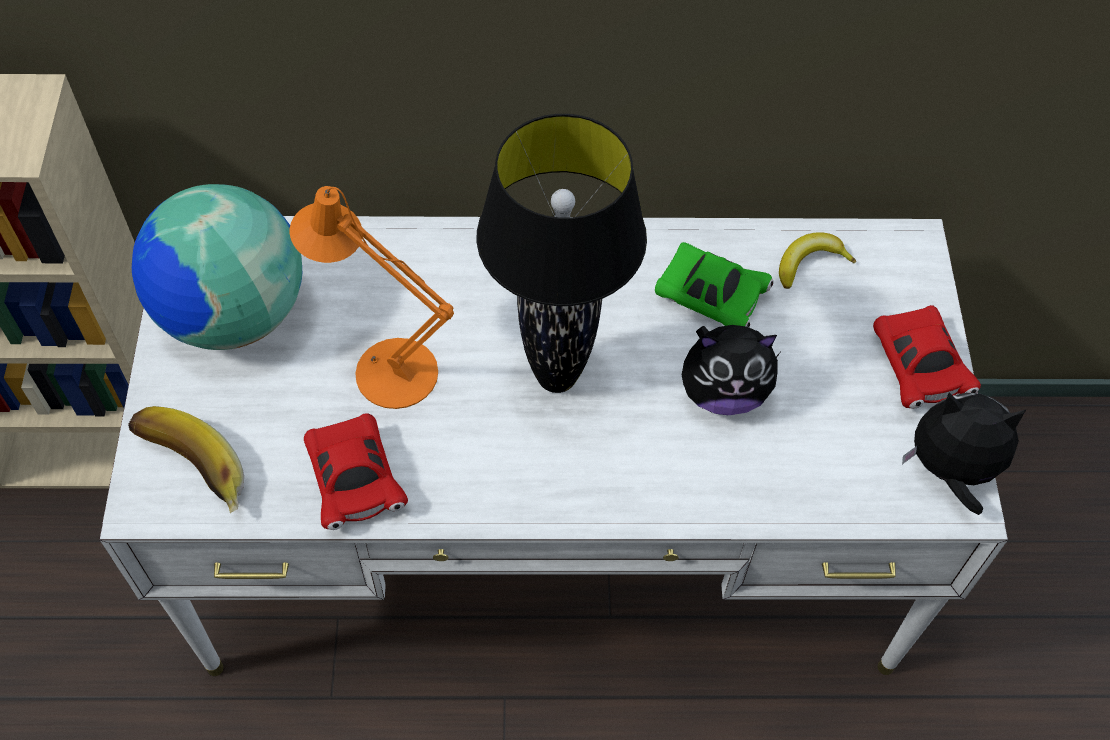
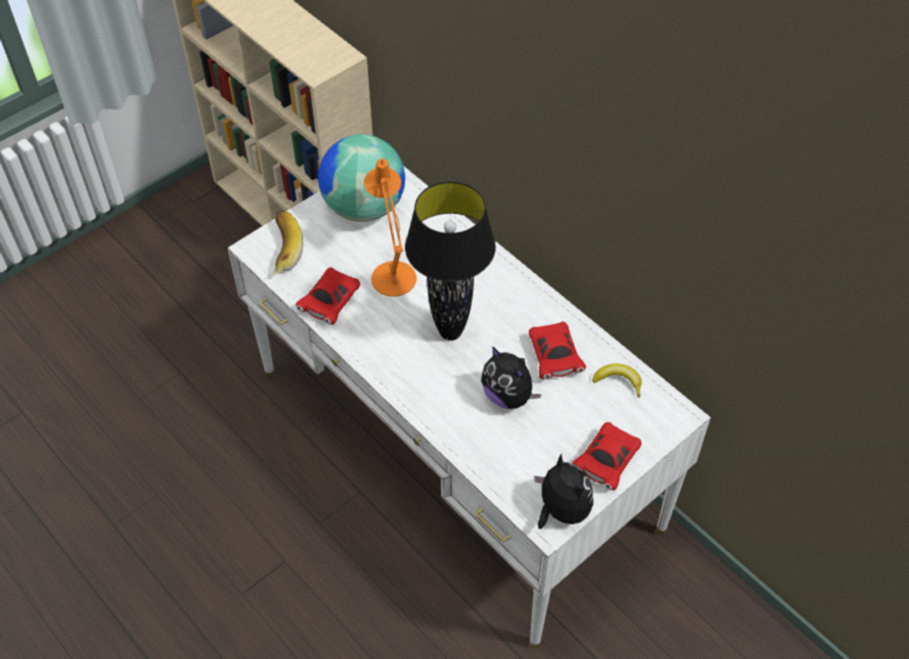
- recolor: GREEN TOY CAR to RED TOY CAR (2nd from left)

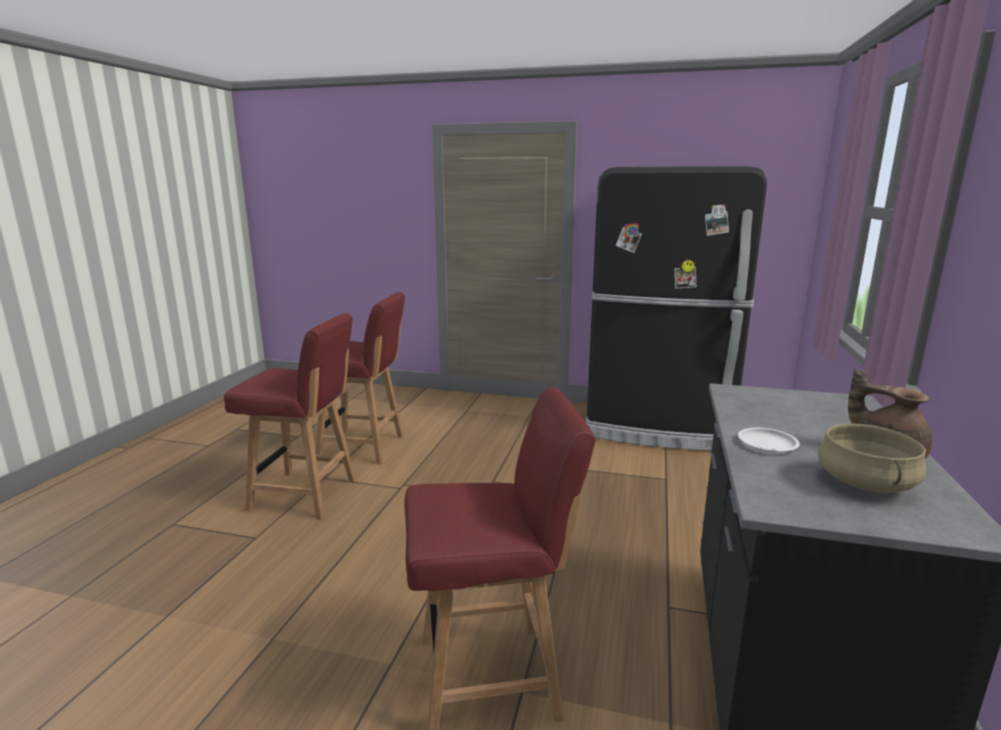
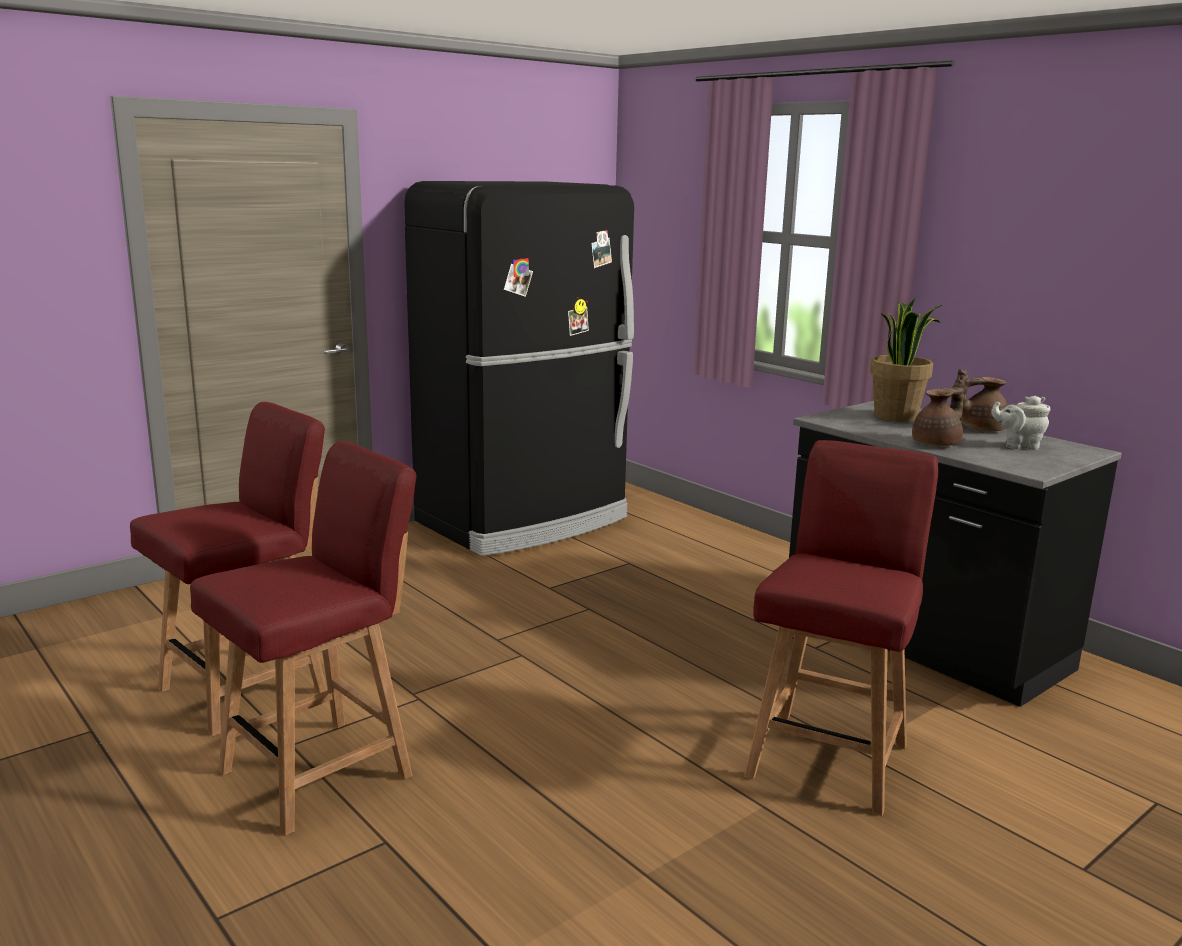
- replace: BEIGE COOKING POT to GREY TEAPOT
- replace: WHITE PLATE to BROWN TEAPOT (1st from left)
- insert: POTTED PLANT

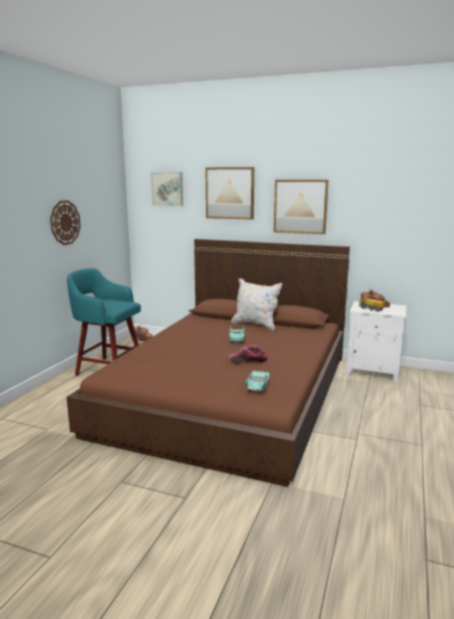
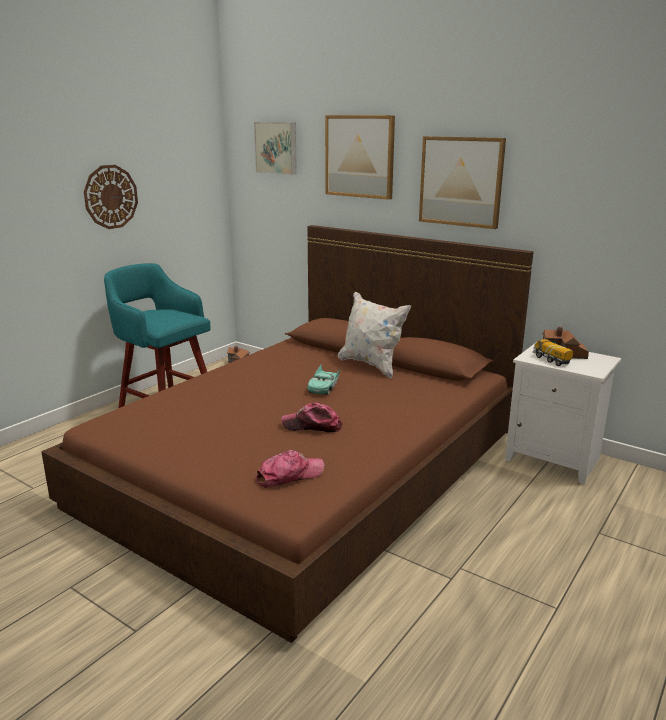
- replace: TURQUOISE TOY CAR (2nd from left) to CAP (1st from left)

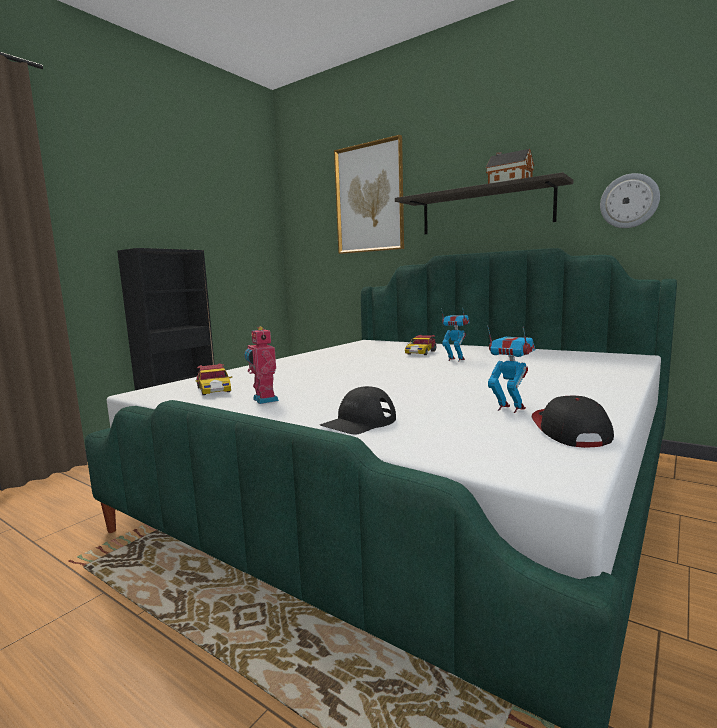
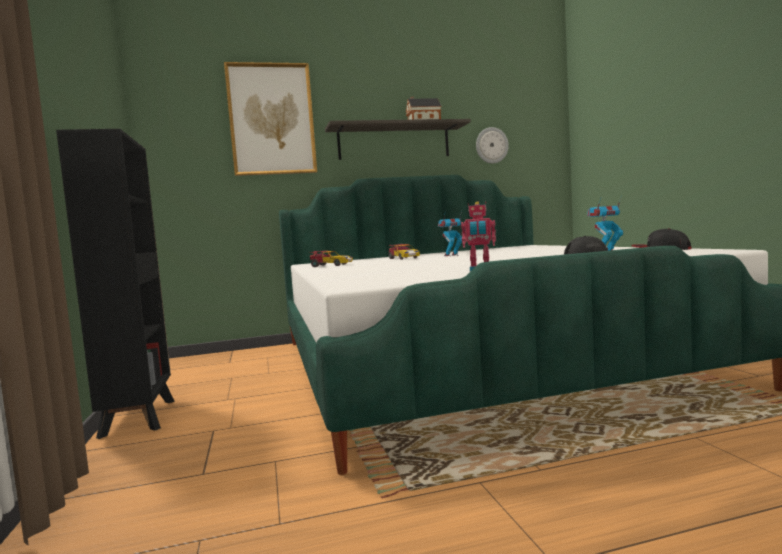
- move: TOY CAR (1st from left)

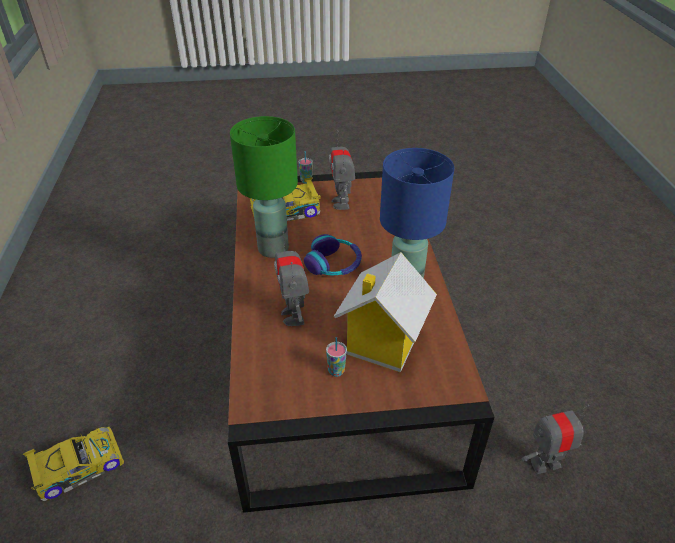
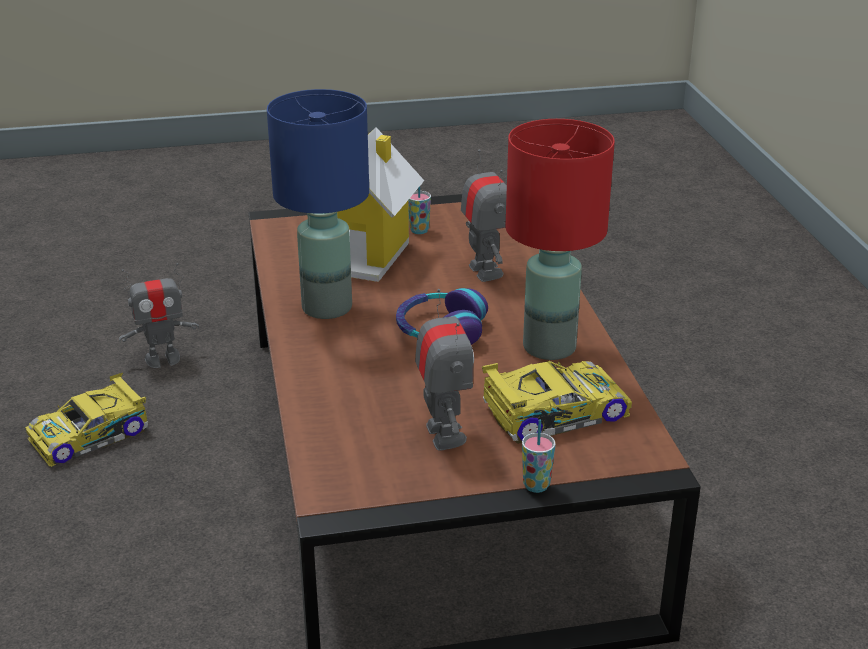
- recolor: GREEN TABLE LAMP to RED TABLE LAMP
- move: TOY CAR (1st from left)

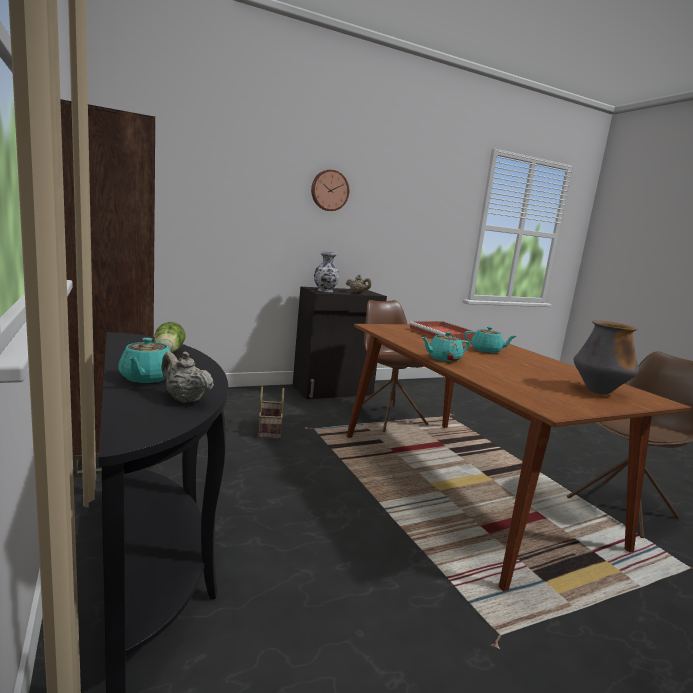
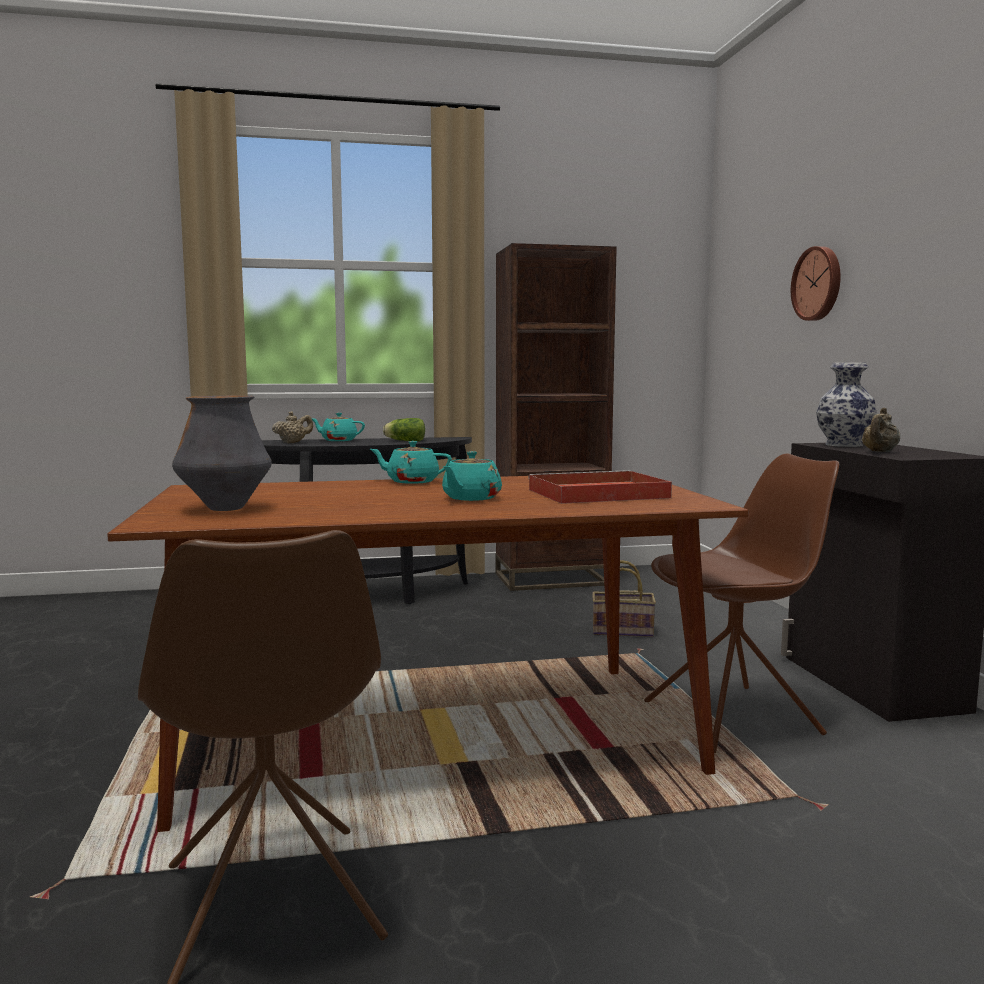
- move: WALL CLOCK
- rotate: TURQUOISE TEAPOT (2nd from left) 75 degrees counterclockwise

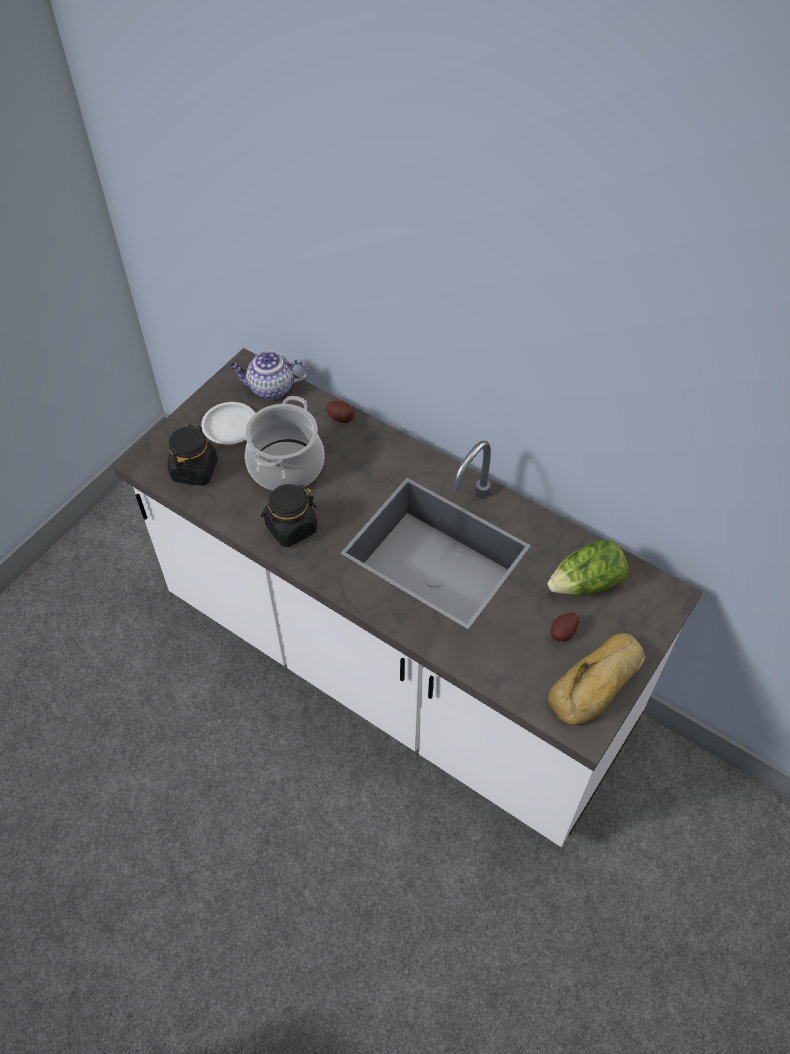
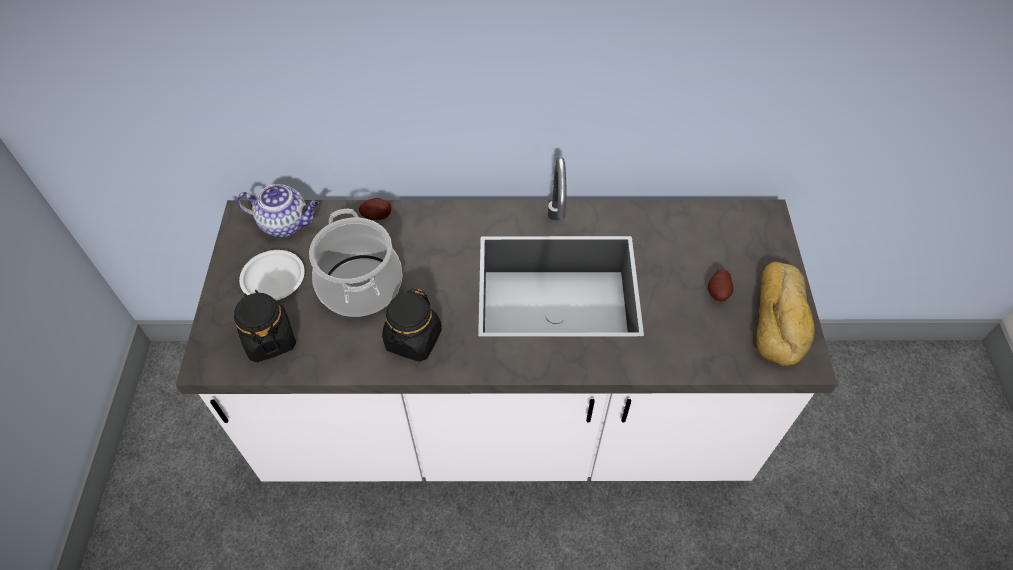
- rotate: TEAPOT 135 degrees counterclockwise
- delete: LETTUCE

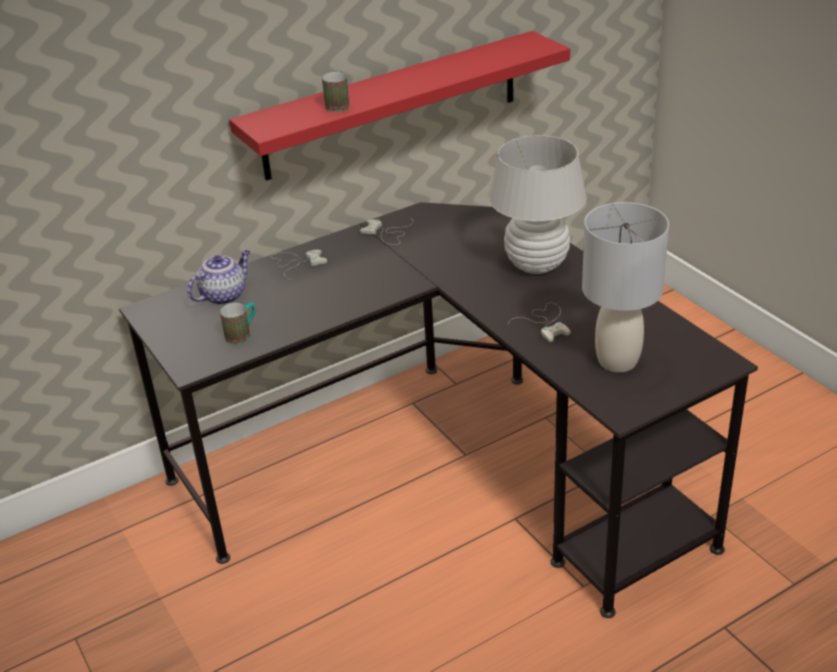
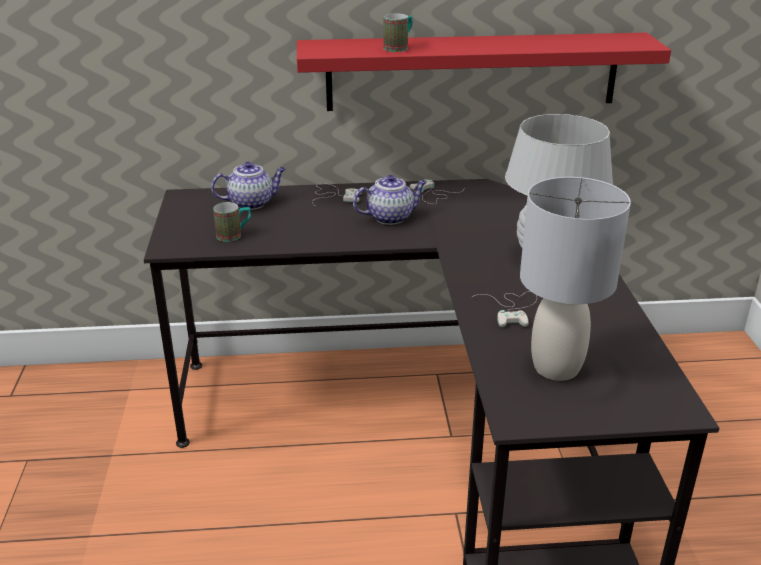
- insert: TEAPOT (2nd from left)

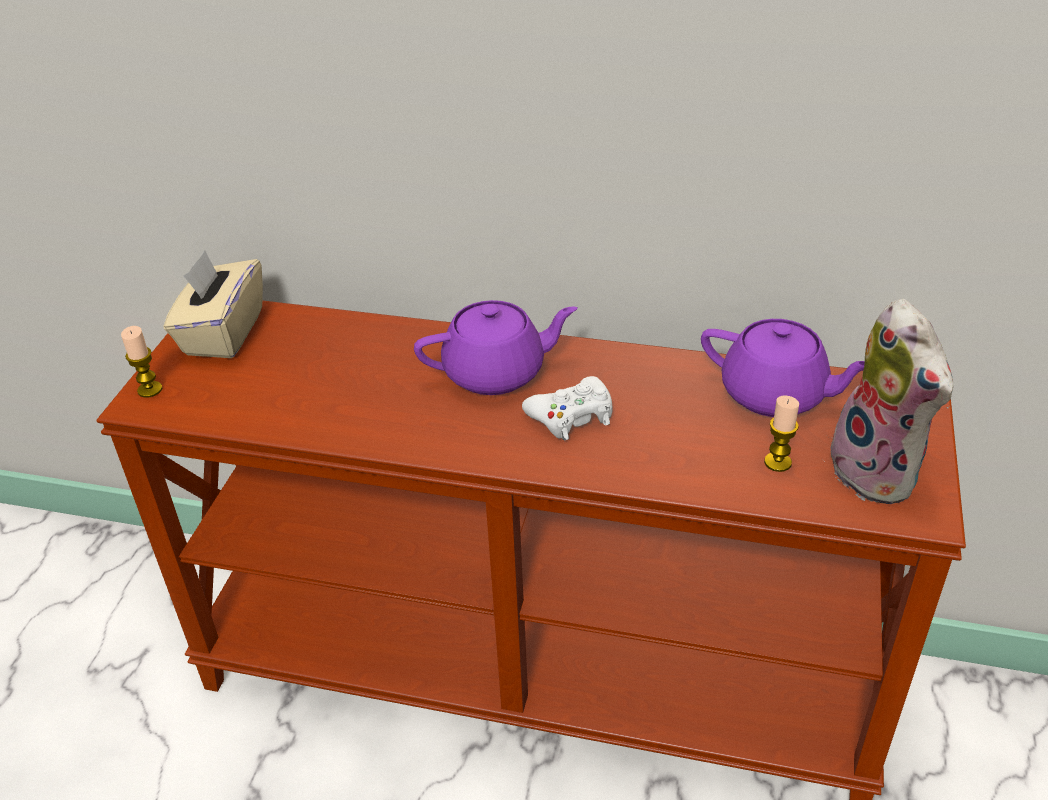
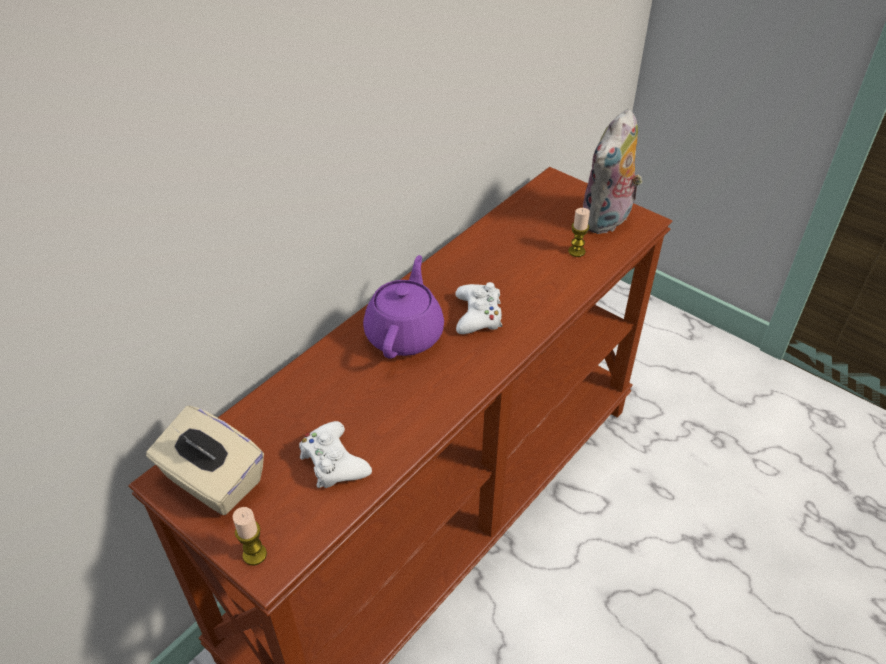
- rotate: PLUSH TOY 120 degrees clockwise
- delete: PURPLE TEAPOT (2nd from left)
- insert: WHITE GAME CONTROLLER (1st from left)

